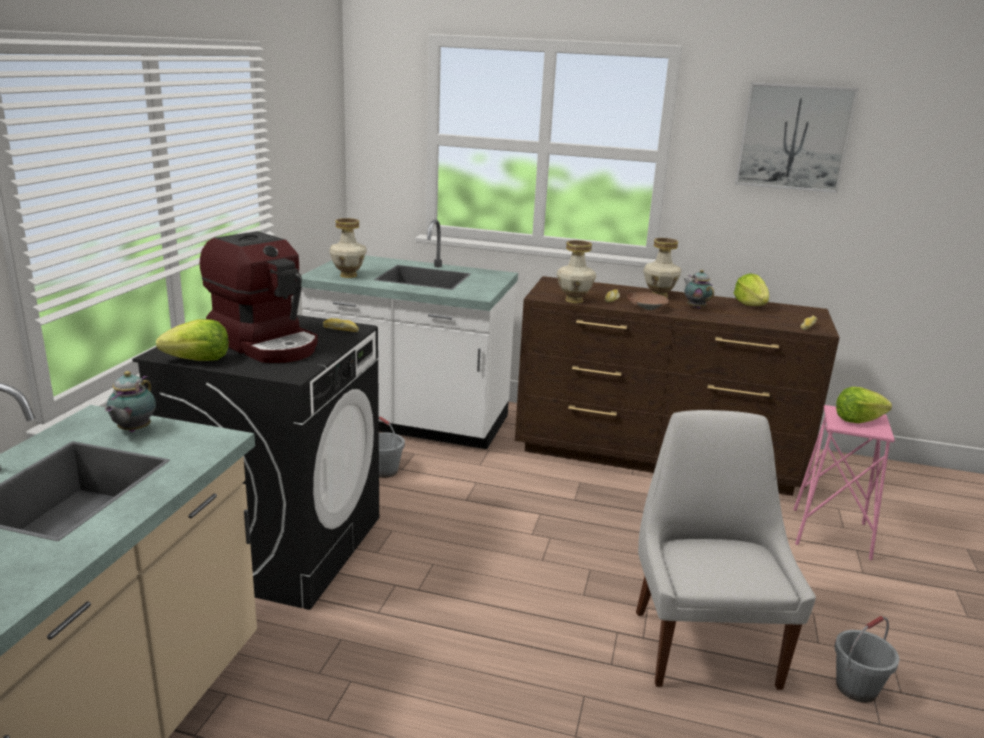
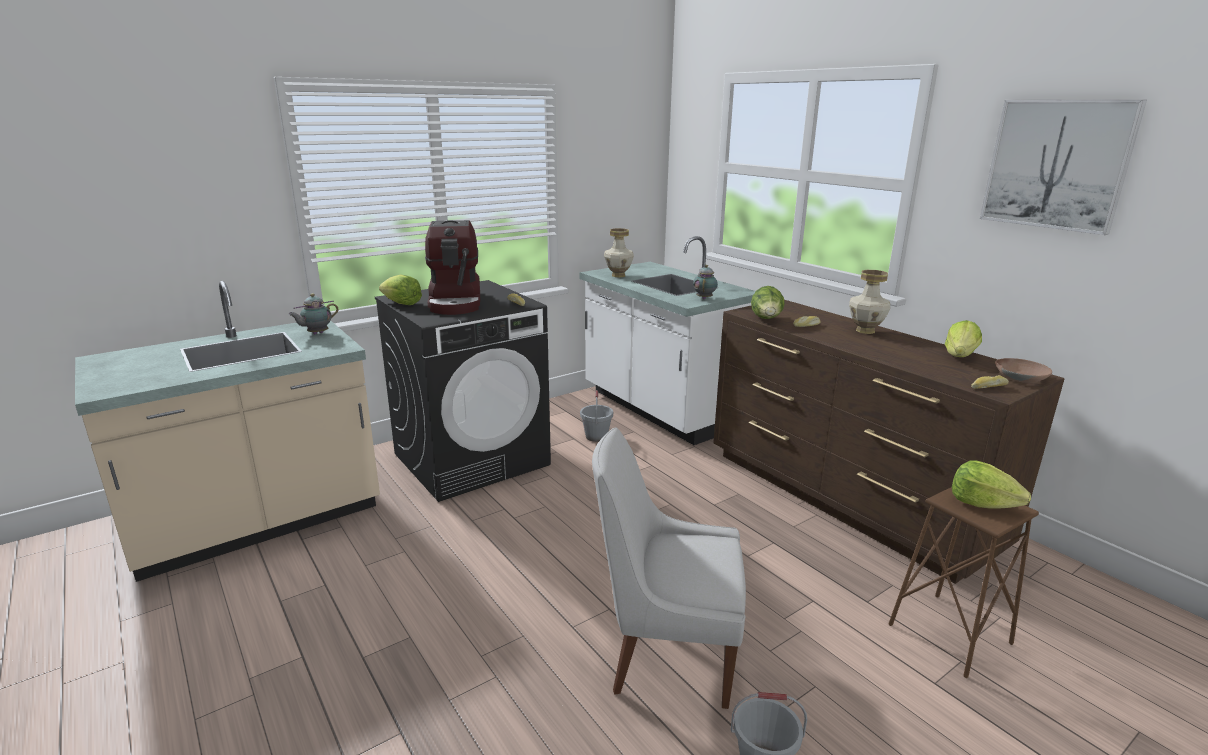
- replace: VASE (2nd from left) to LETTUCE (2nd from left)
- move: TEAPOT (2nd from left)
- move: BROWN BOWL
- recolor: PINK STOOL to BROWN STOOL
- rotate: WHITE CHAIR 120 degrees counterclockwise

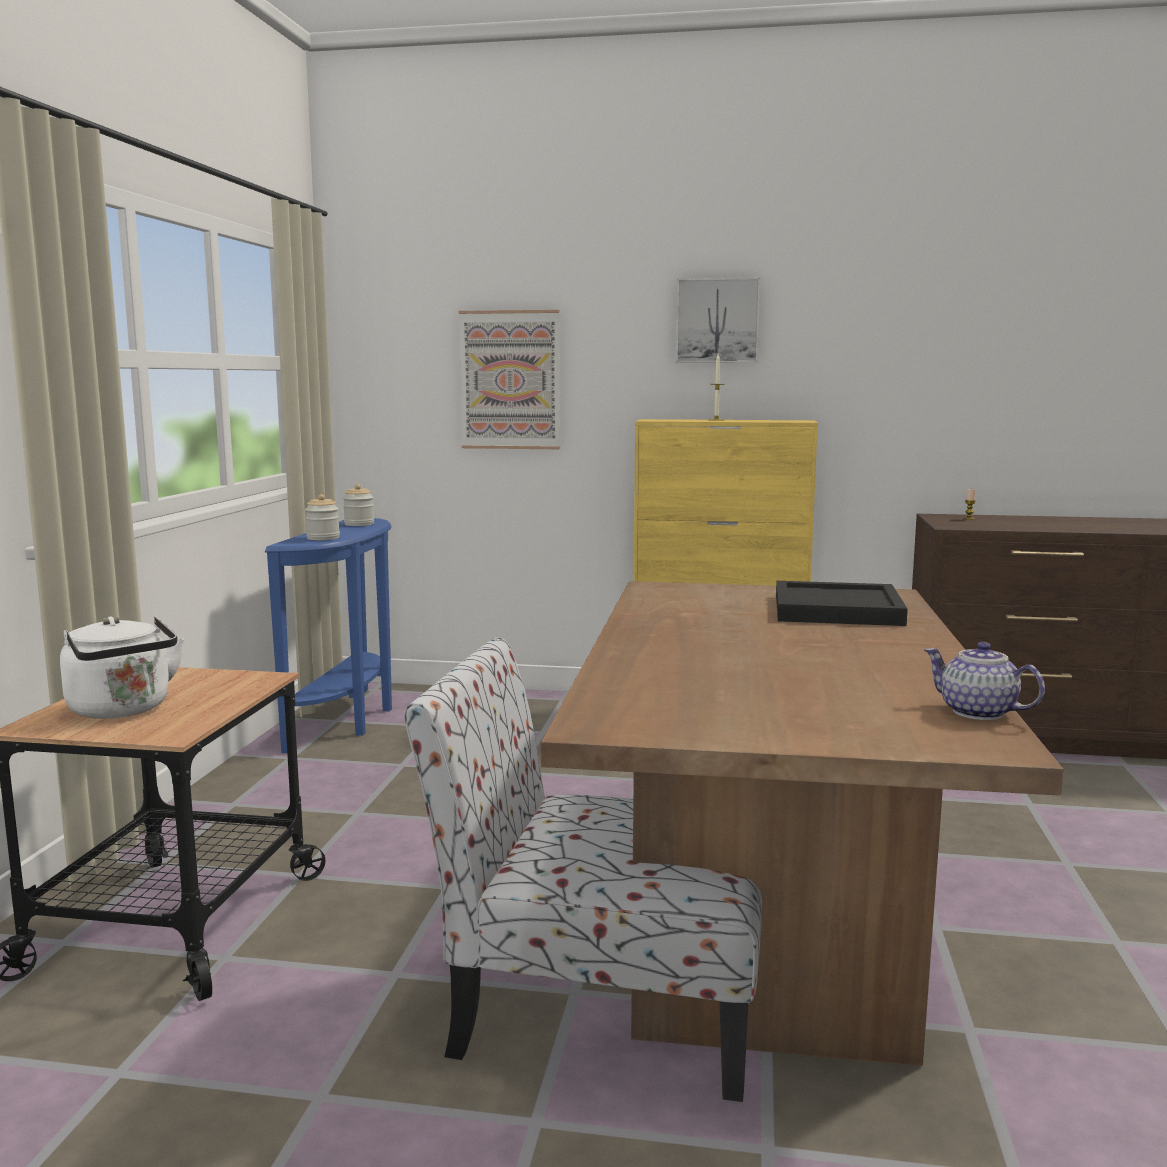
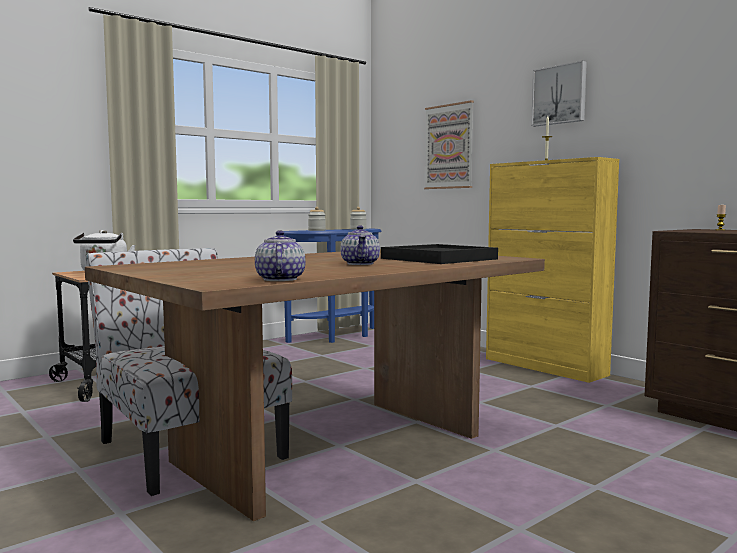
- insert: TEAPOT (2nd from left)

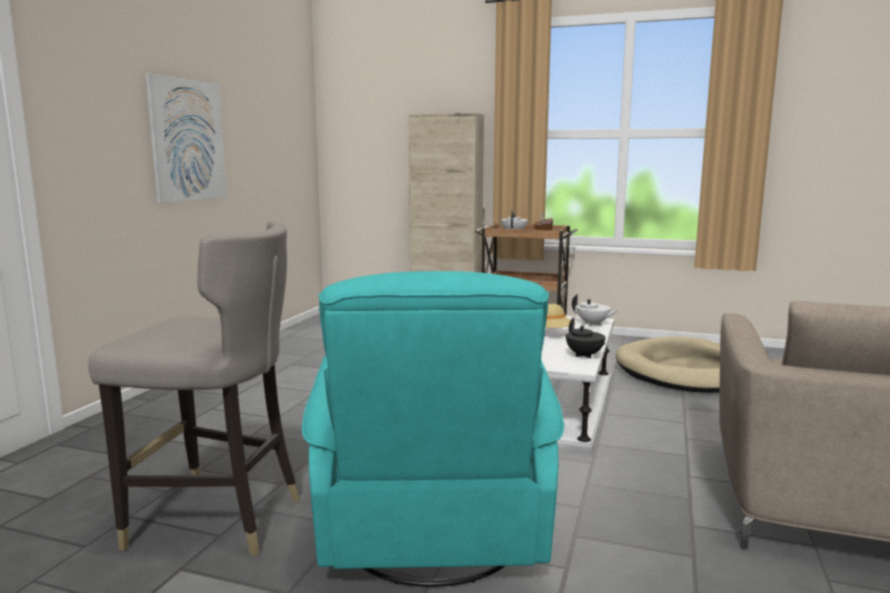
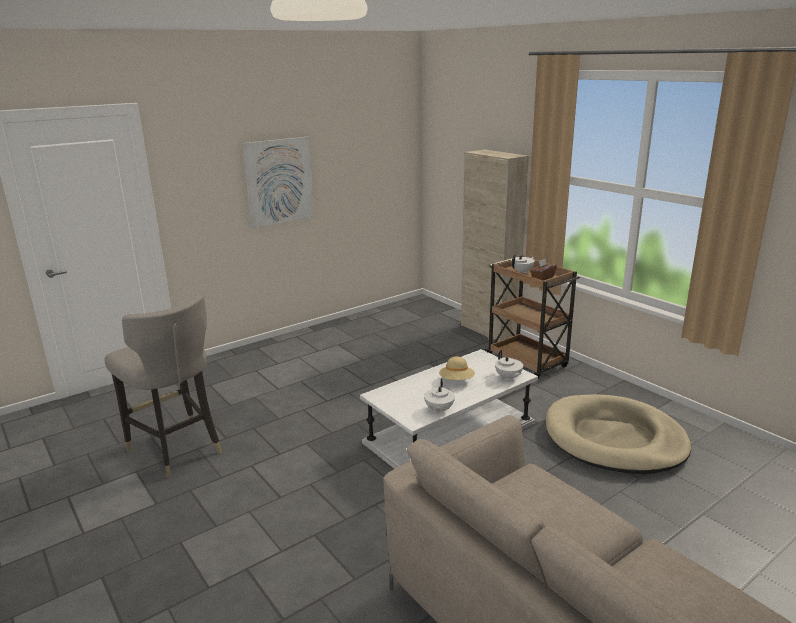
- delete: TURQUOISE ARMCHAIR
- recolor: BLACK TEAPOT to WHITE TEAPOT (1st from left)

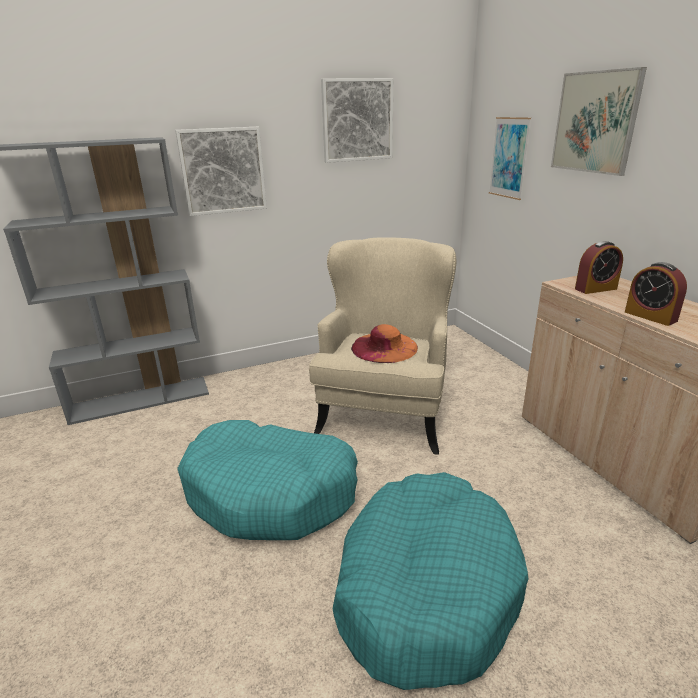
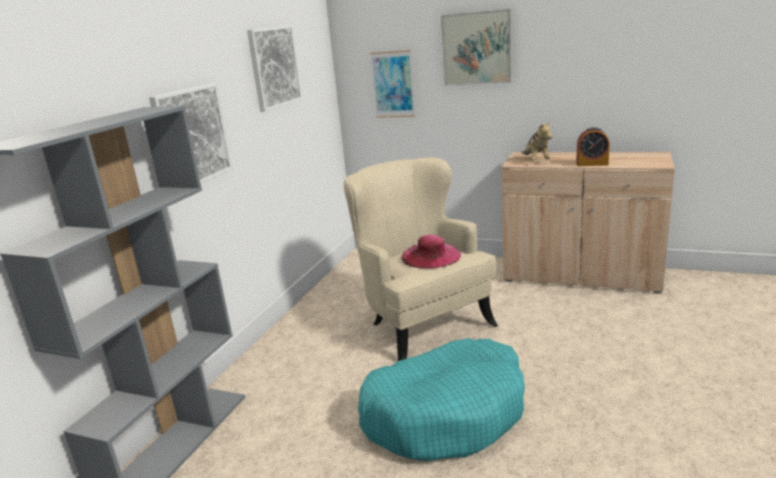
- replace: ALARM CLOCK (1st from left) to PLUSH TOY
- recolor: ORANGE HAT to PINK HAT
- delete: TURQUOISE DOG BED (2nd from left)

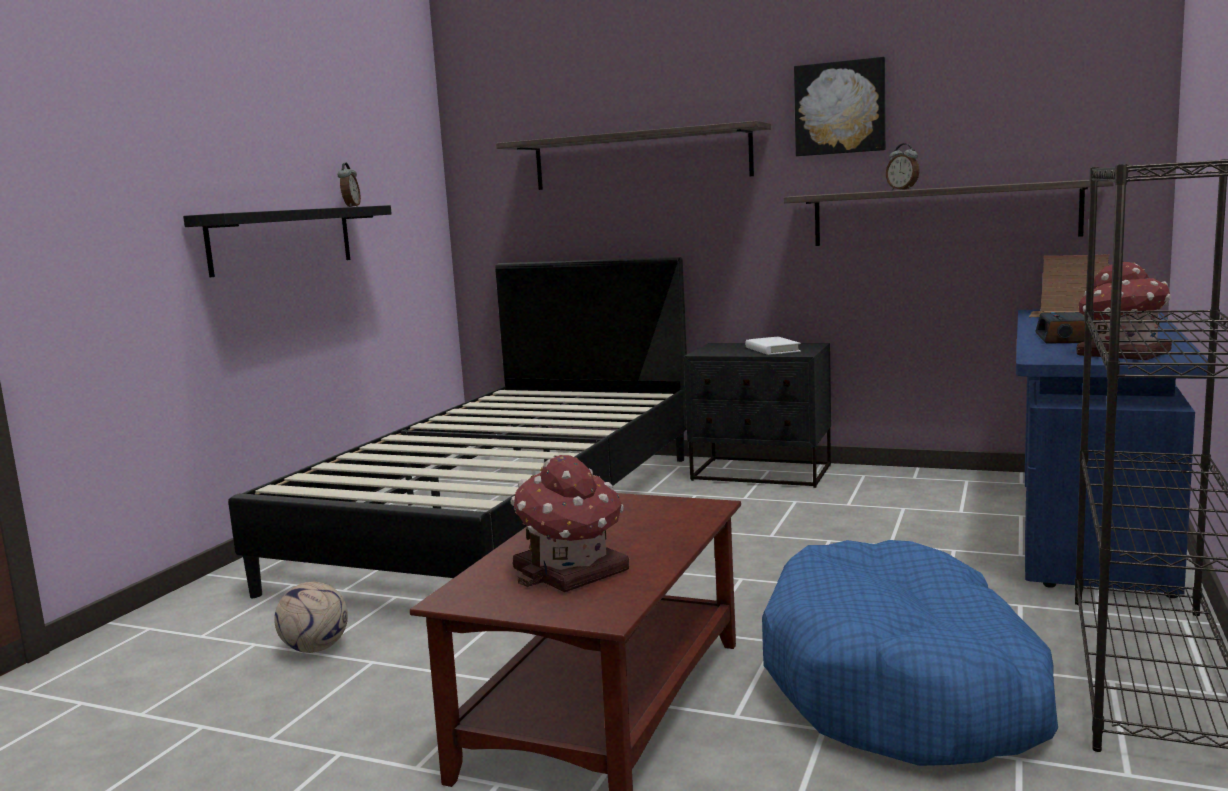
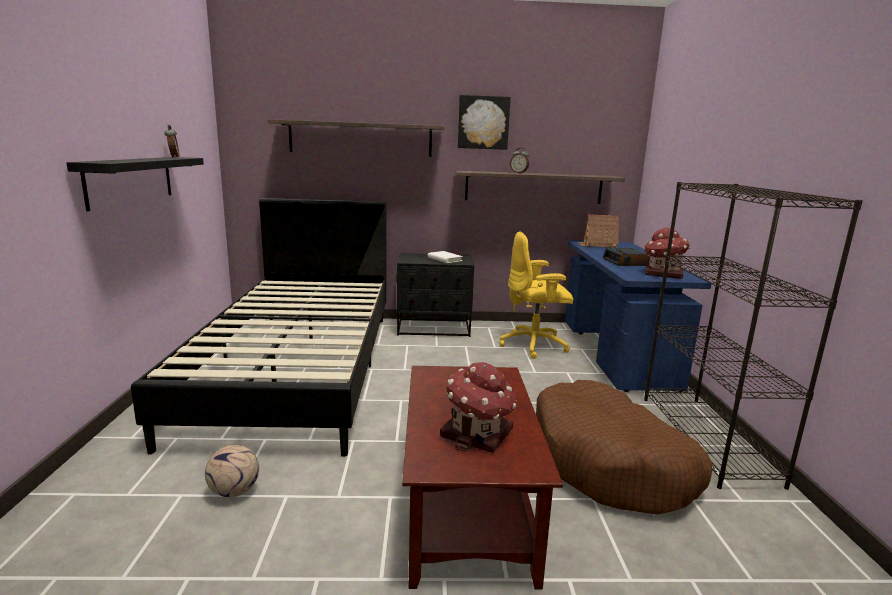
- recolor: BLUE DOG BED to BROWN DOG BED
- insert: YELLOW OFFICE CHAIR

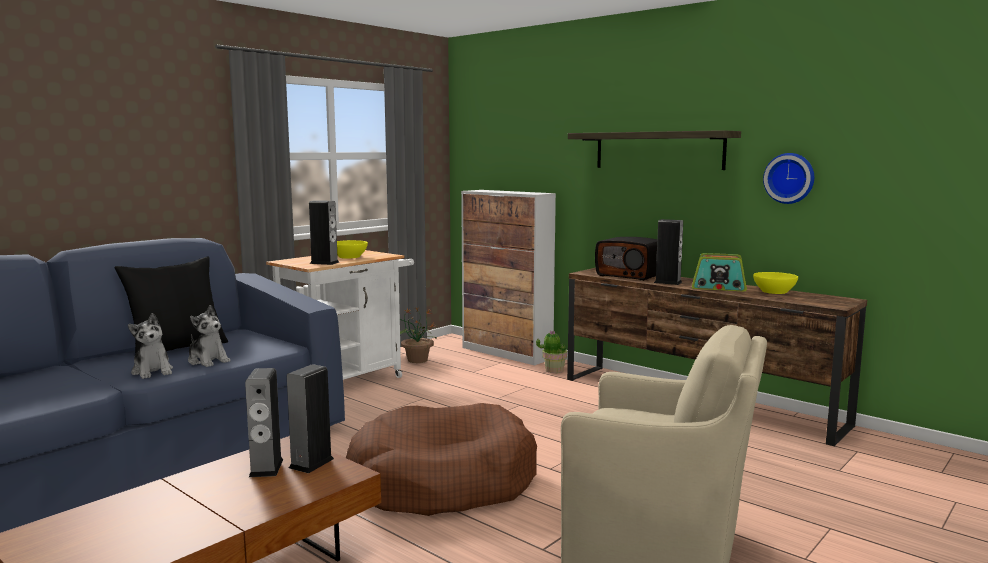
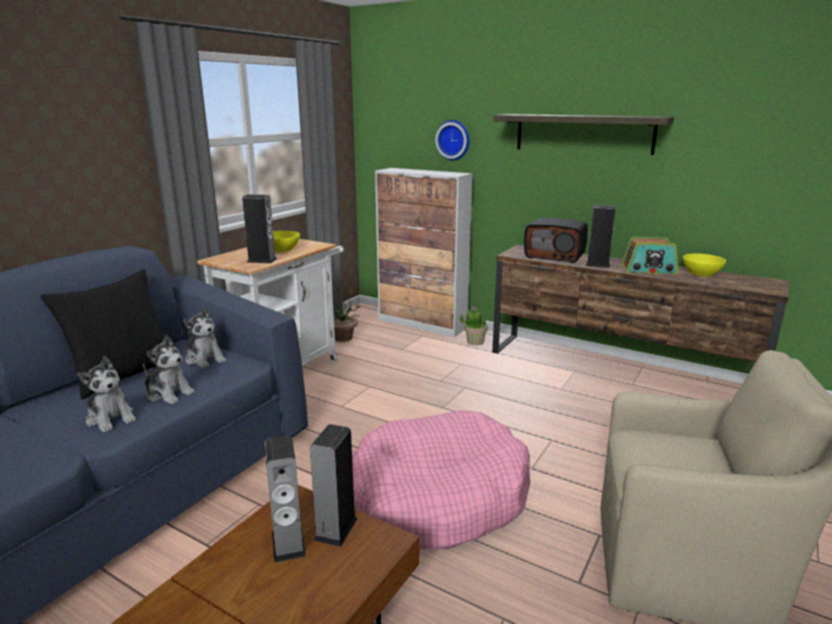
- move: WALL CLOCK
- recolor: BROWN DOG BED to PINK DOG BED
- insert: PLUSH TOY (3rd from left)

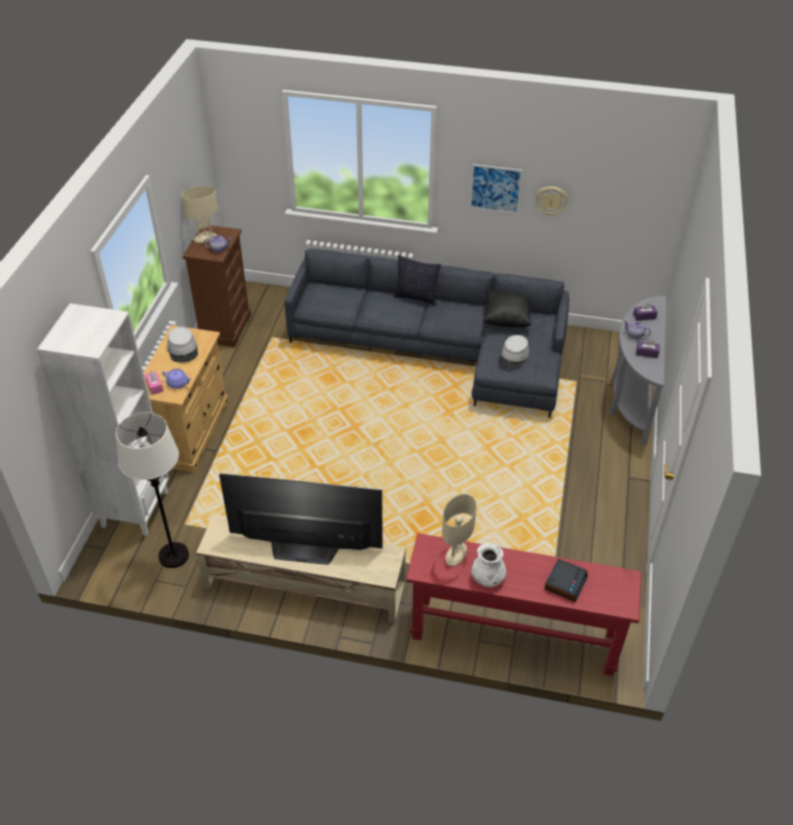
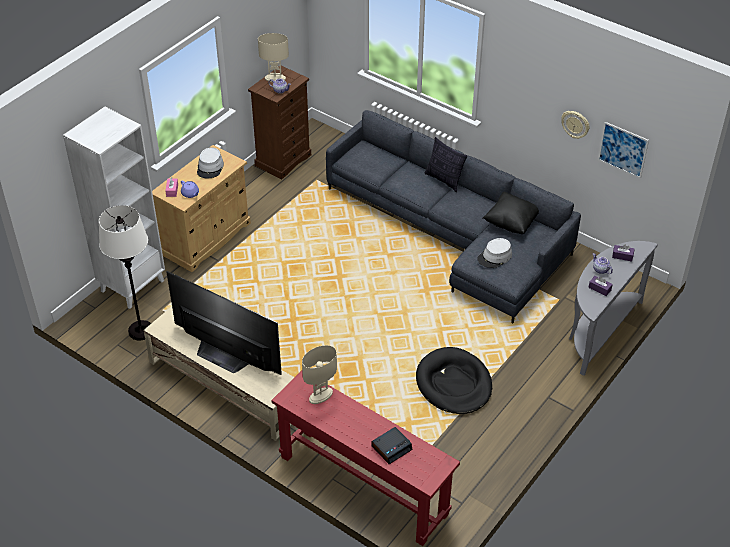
- move: PICTURE
- delete: WHITE VASE
- insert: BLACK DOG BED

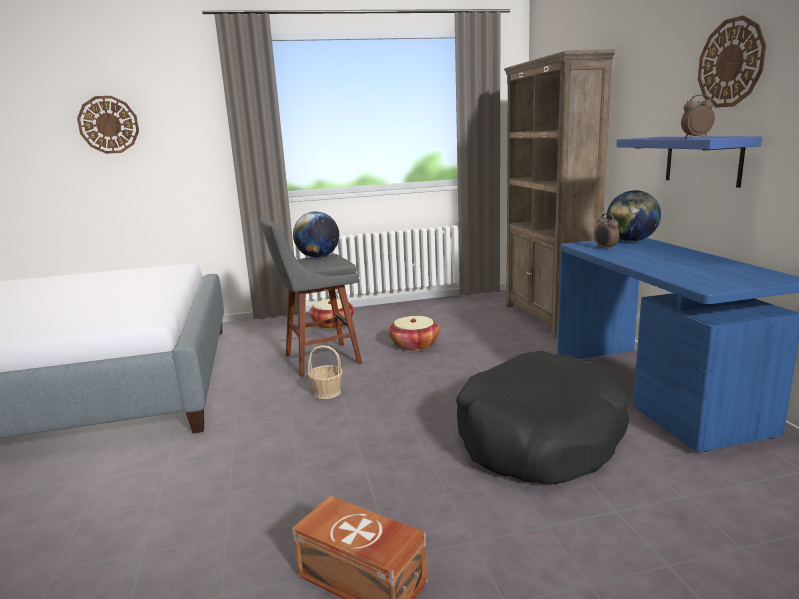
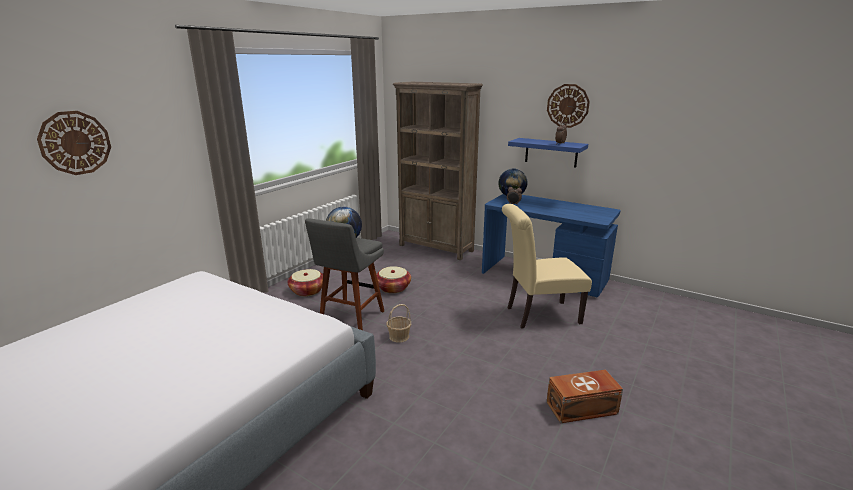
- replace: BLACK DOG BED to BEIGE CHAIR

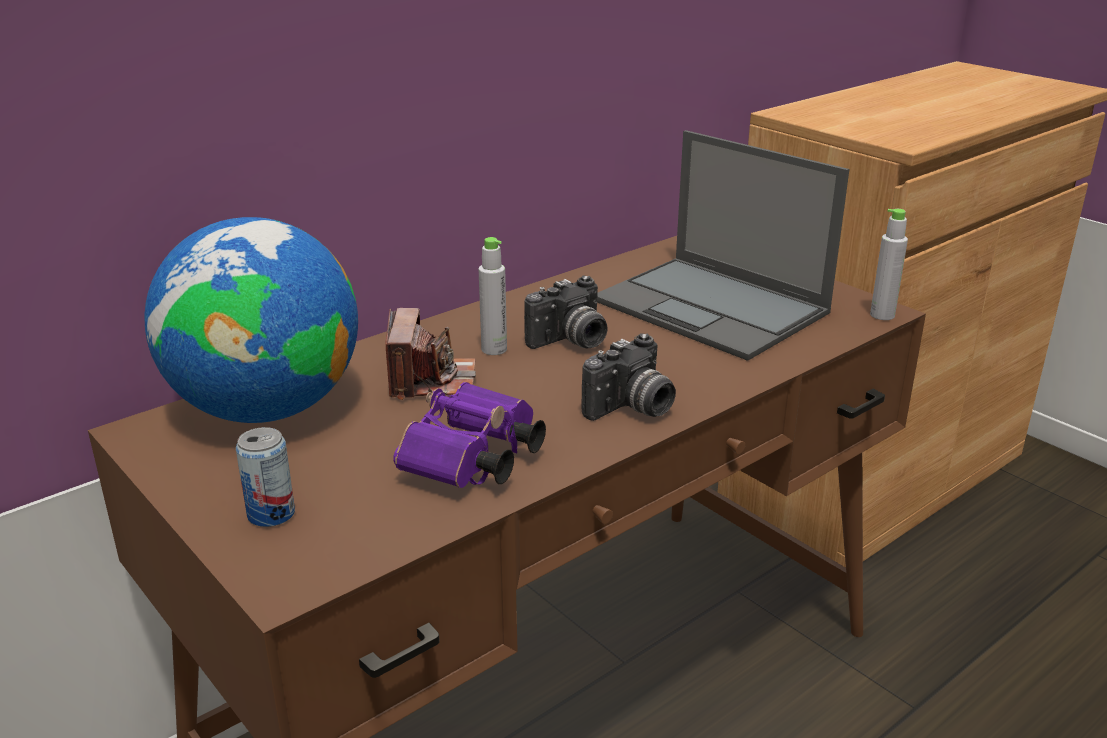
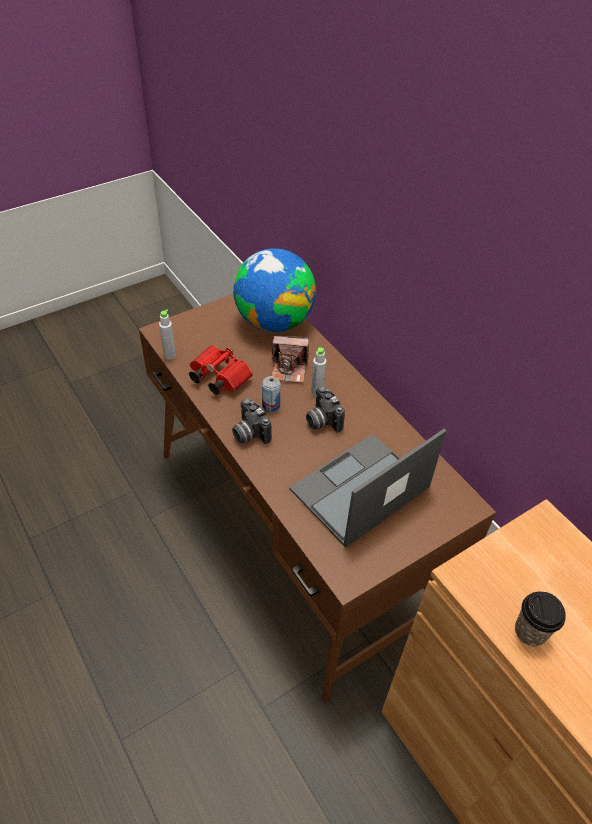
- move: GREY BOTTLE (2nd from left in the first image) to GREY BOTTLE (1st from left)
- recolor: PURPLE BINOCULARS to RED BINOCULARS
- move: CAN
- insert: CUP

